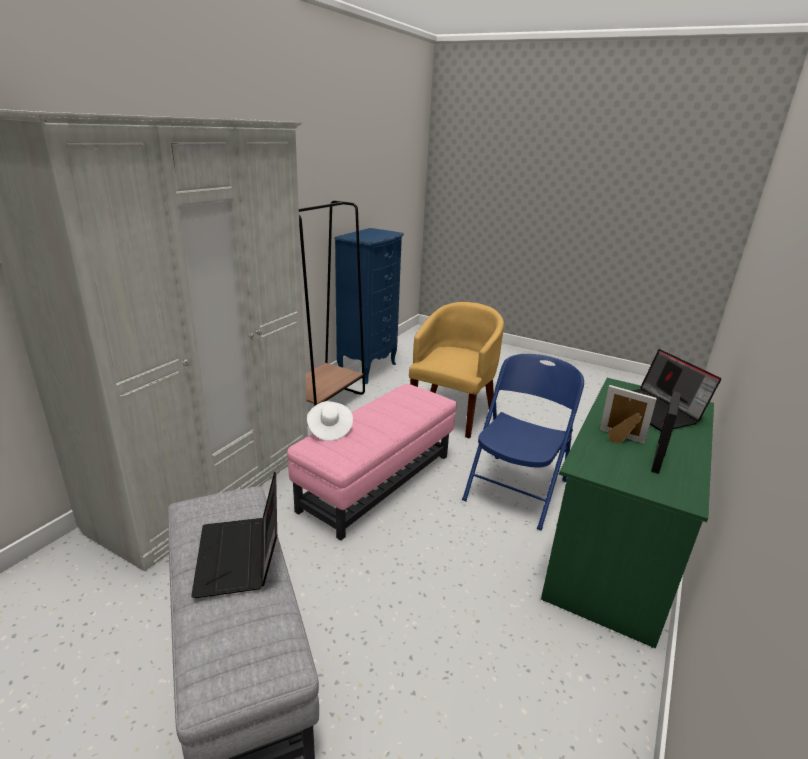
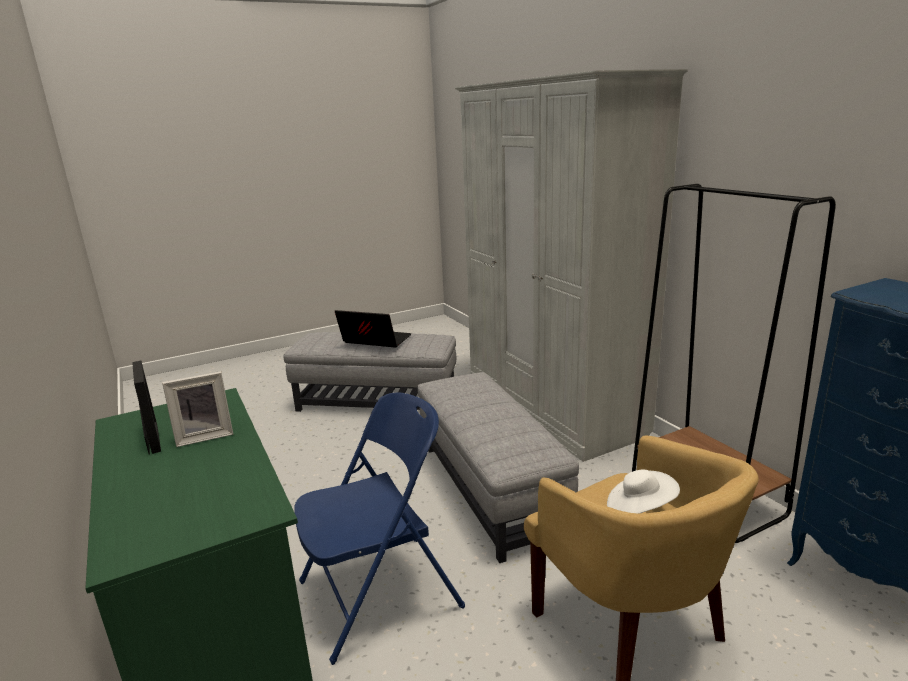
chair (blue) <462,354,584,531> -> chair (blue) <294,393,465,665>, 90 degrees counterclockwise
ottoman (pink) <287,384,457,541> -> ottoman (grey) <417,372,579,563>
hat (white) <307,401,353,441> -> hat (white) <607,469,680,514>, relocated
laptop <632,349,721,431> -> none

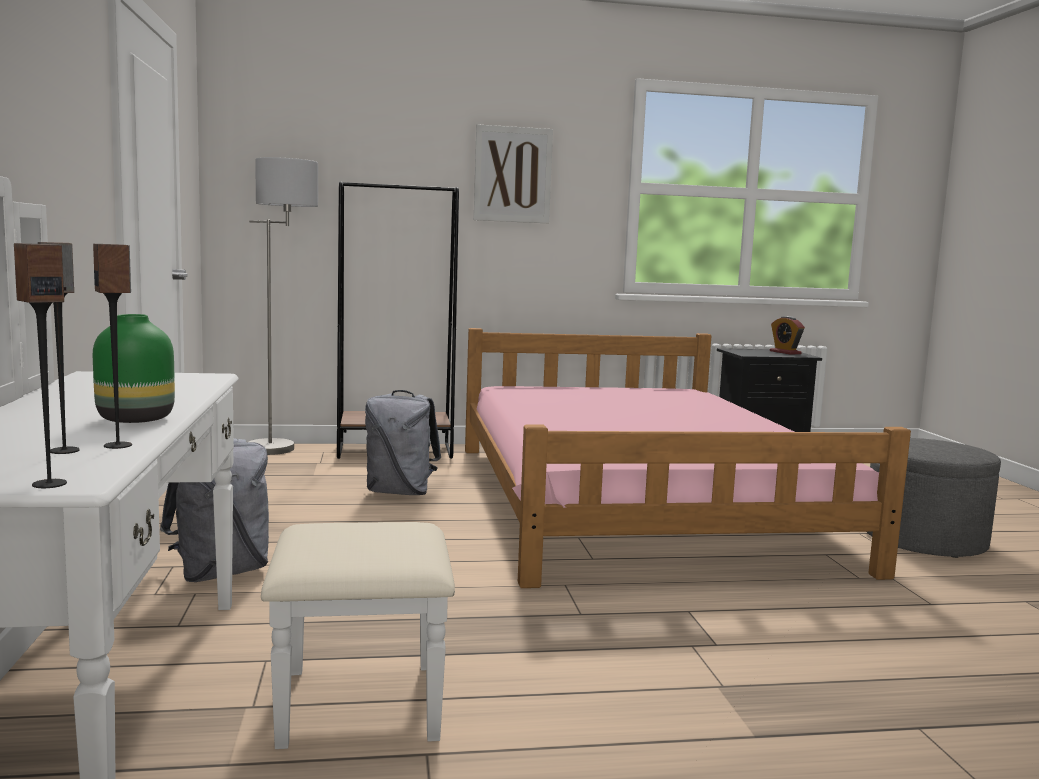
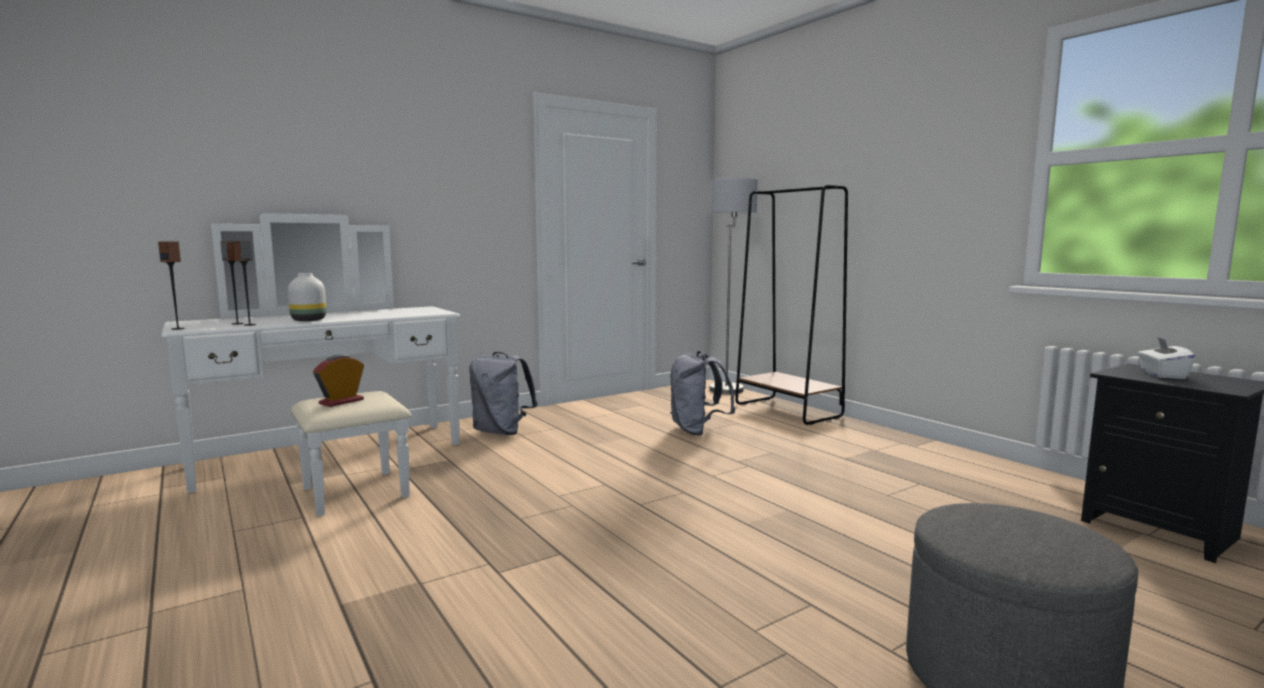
vase (green) <93,314,175,423> -> vase (white) <288,273,326,321>
alarm clock <770,316,805,355> -> alarm clock <313,355,364,407>, relocated
none -> tissue box (white) <1138,336,1195,379>
bed (pink) <465,328,911,588> -> none
picture <474,124,553,223> -> none

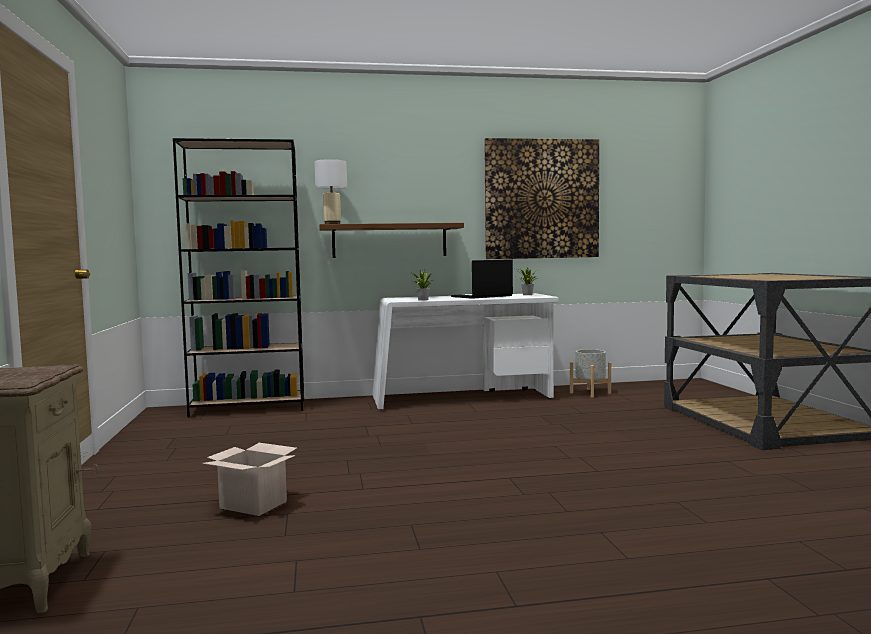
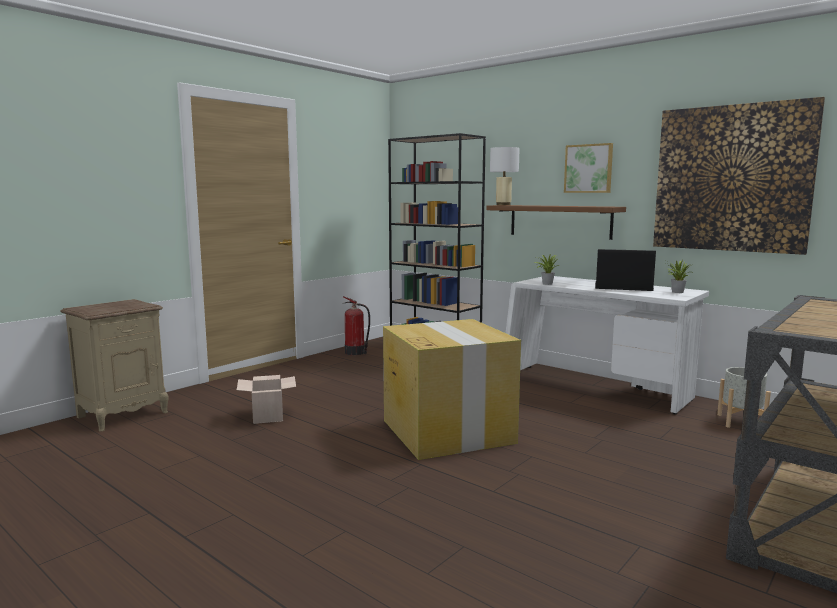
none -> fire extinguisher <342,296,370,355>
none -> cardboard box <383,319,521,460>
none -> picture <564,143,613,193>

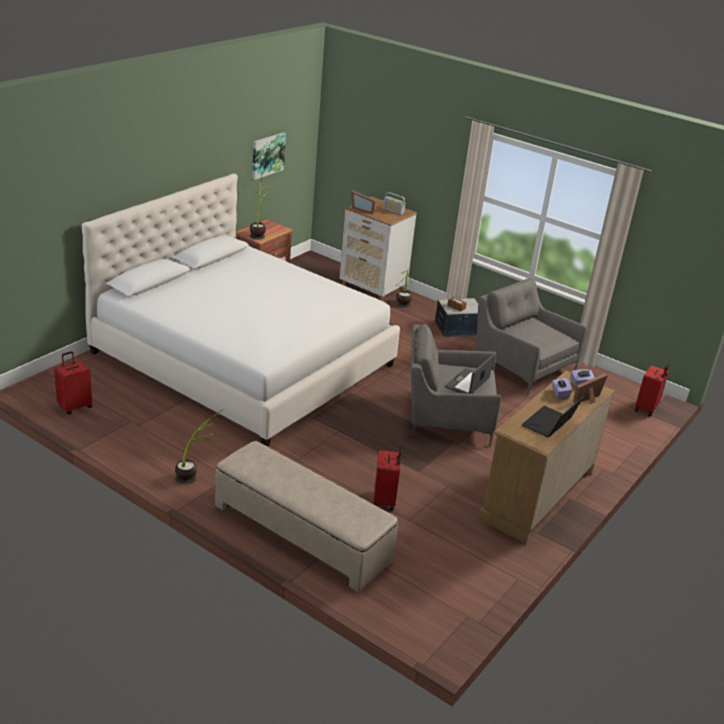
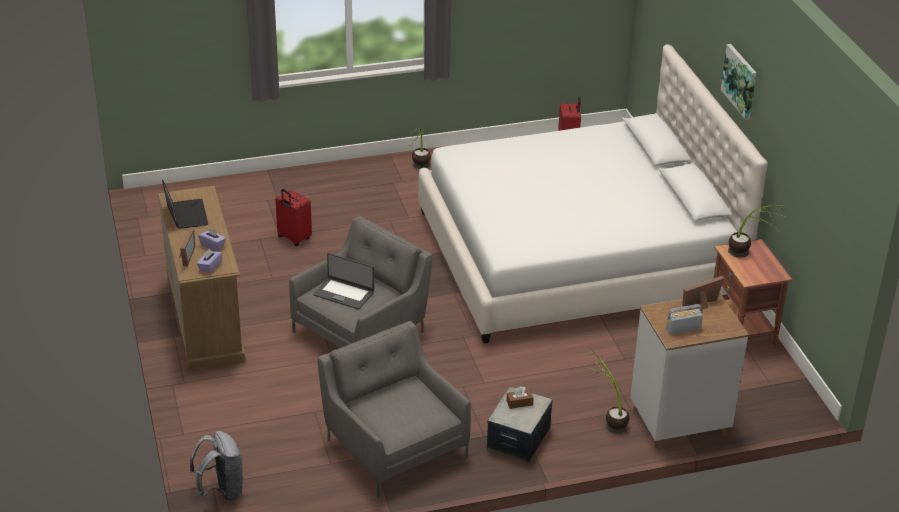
suitcase (red) <635,363,669,417> -> backpack (grey) <190,431,244,501>
laptop <445,355,494,394> -> laptop <313,253,374,310>, 135 degrees clockwise
armchair (grey) <476,278,587,395> -> armchair (grey) <318,321,471,498>, 120 degrees counterclockwise
picture <252,132,286,180> -> picture <721,44,756,120>, relocated
bench (beige) <215,441,398,592> -> none

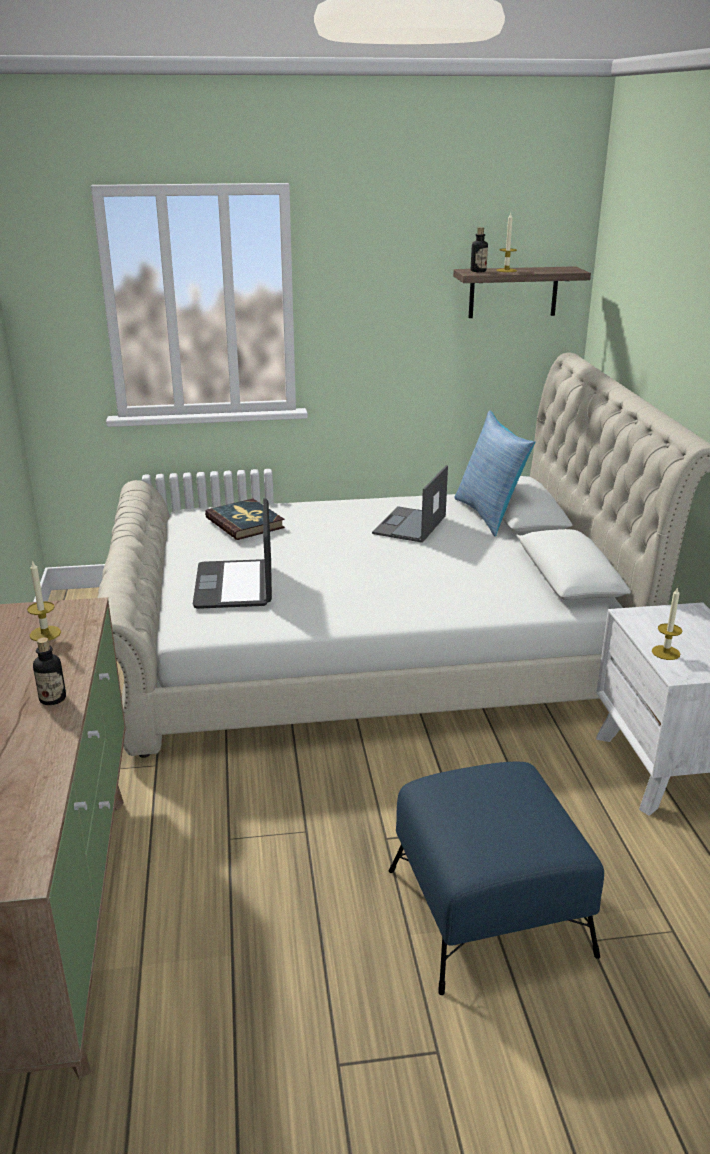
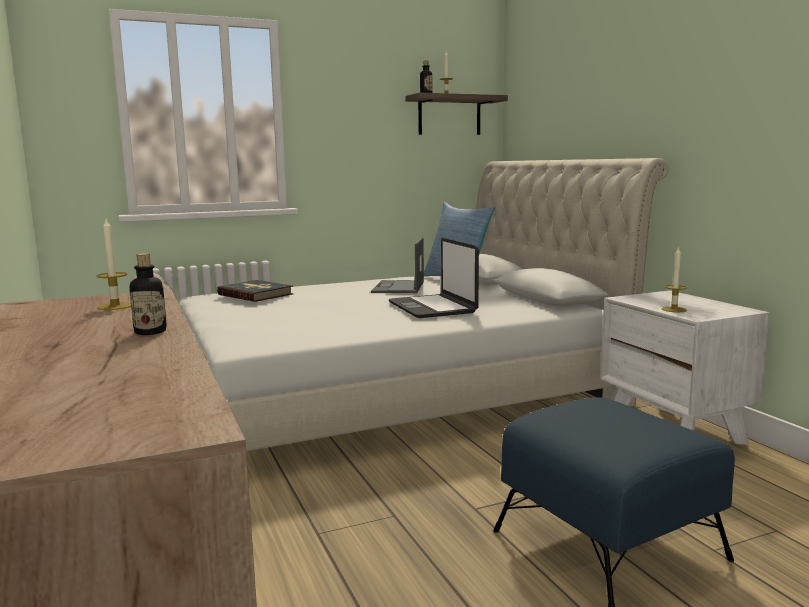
laptop <193,498,272,609> -> laptop <389,238,479,318>, relocated

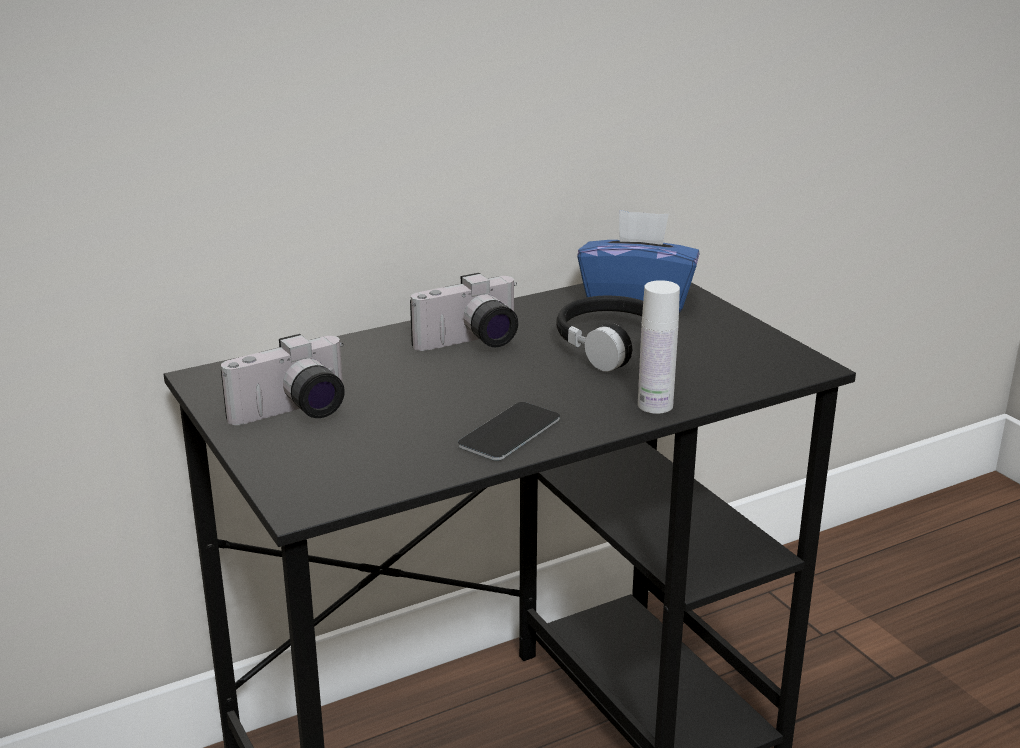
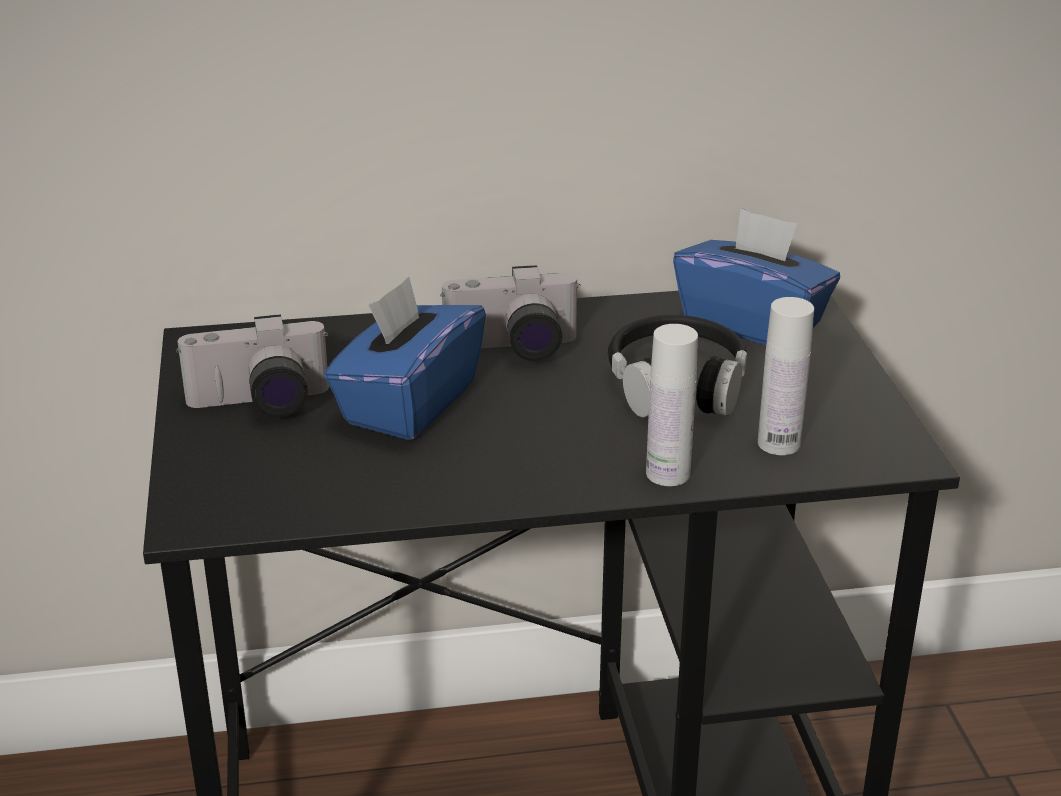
none -> tissue box (blue) <324,276,486,440>
none -> bottle (white) <758,297,814,455>
phone <458,402,560,461> -> none

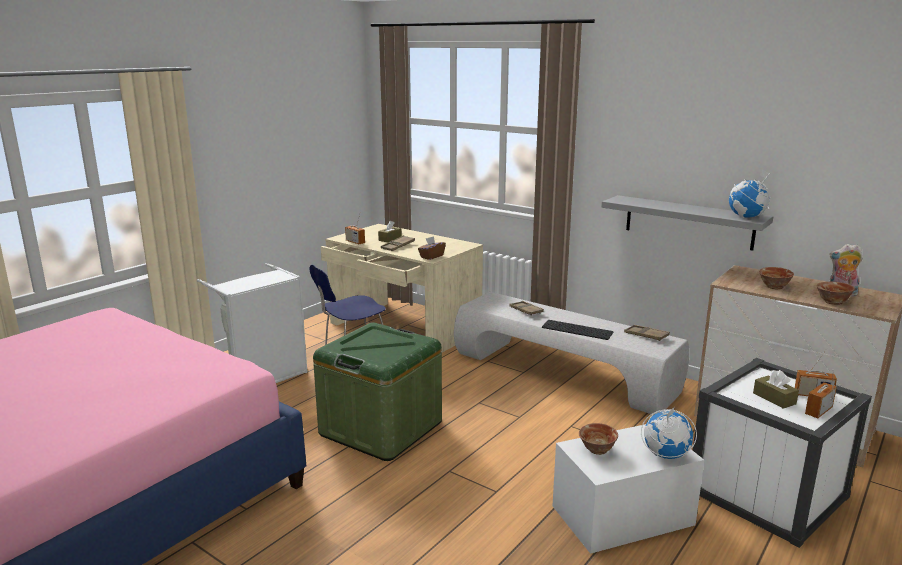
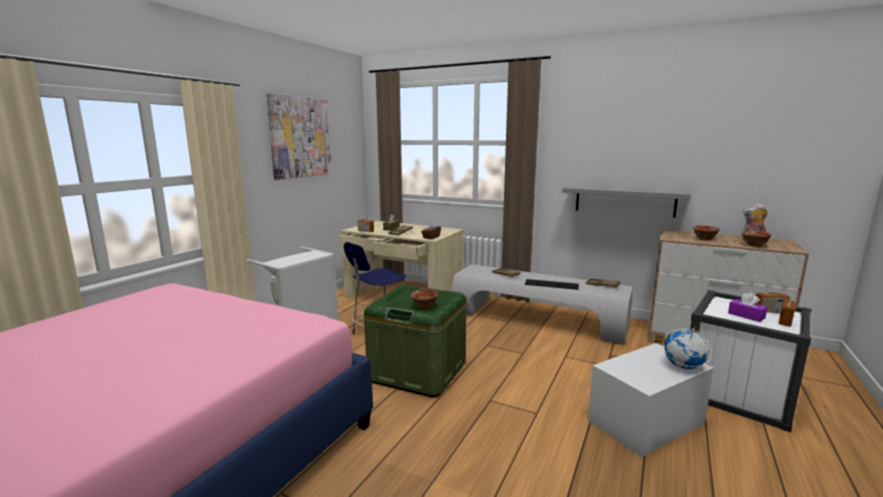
none -> picture <266,93,332,180>
bowl <579,423,618,455> -> bowl <411,289,438,309>, relocated
tissue box (brown) <753,370,799,409> -> tissue box (purple) <728,293,768,322>
globe <729,169,771,218> -> none

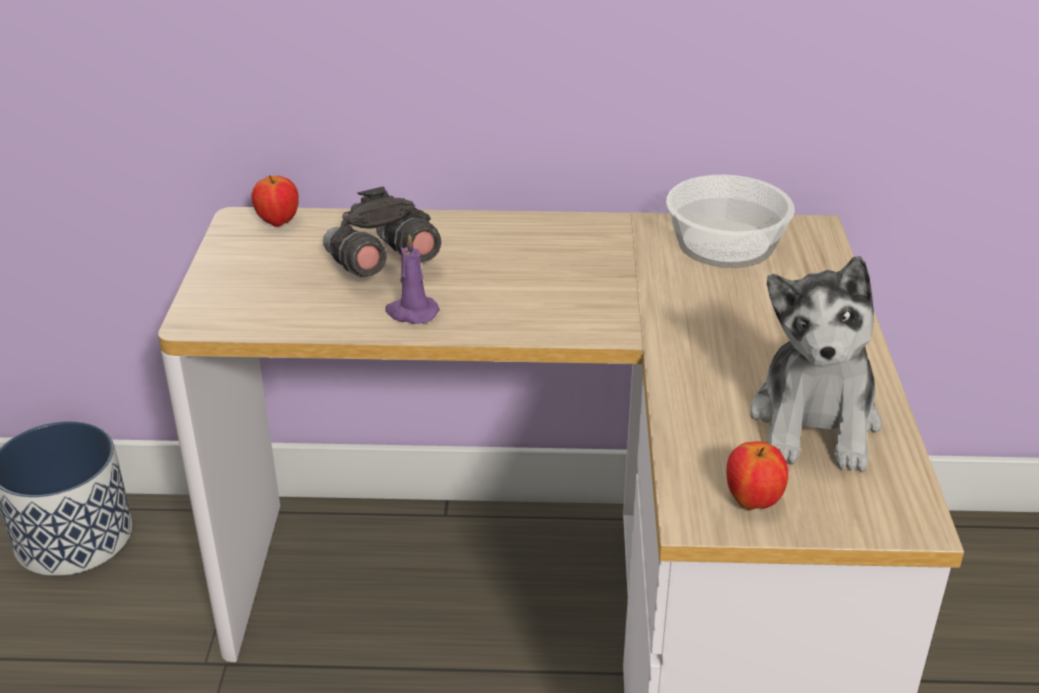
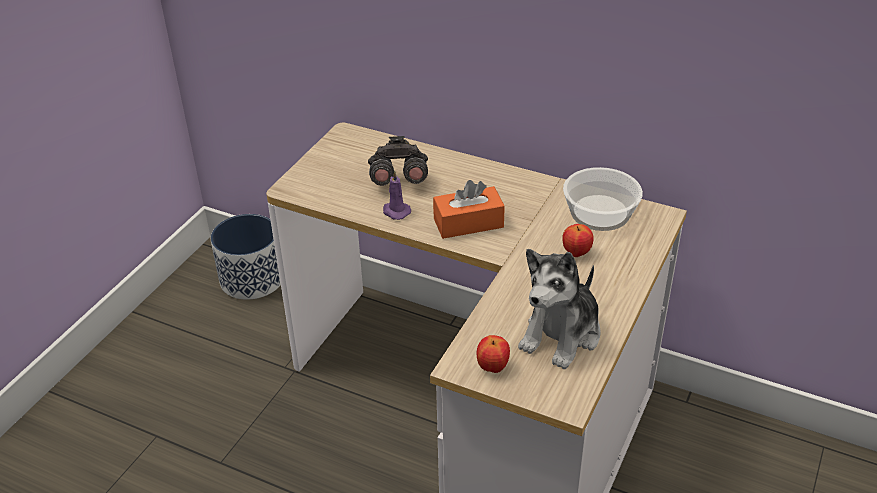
none -> tissue box (orange) <433,180,505,239>
apple <252,175,299,227> -> apple <562,224,594,257>, relocated

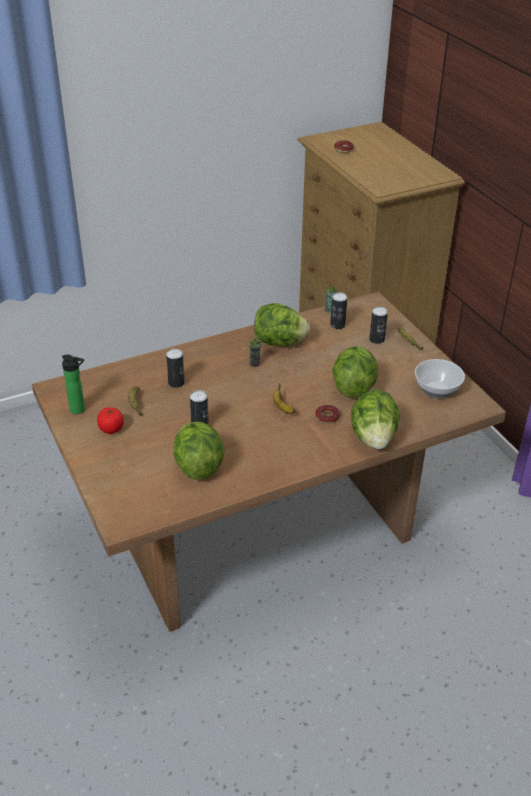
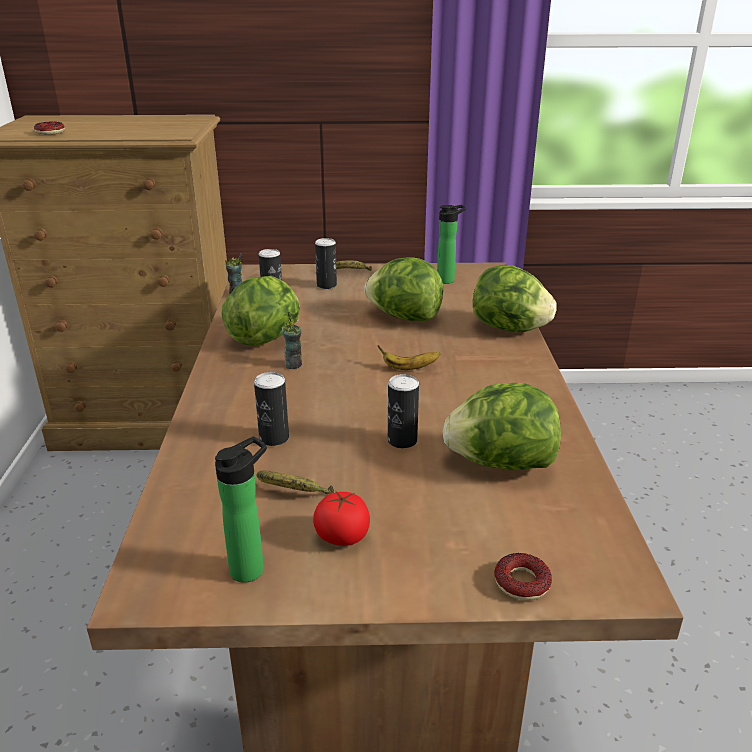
bowl <415,359,465,399> -> bottle <437,205,466,284>
donut <315,405,340,424> -> donut <494,553,552,600>, relocated

